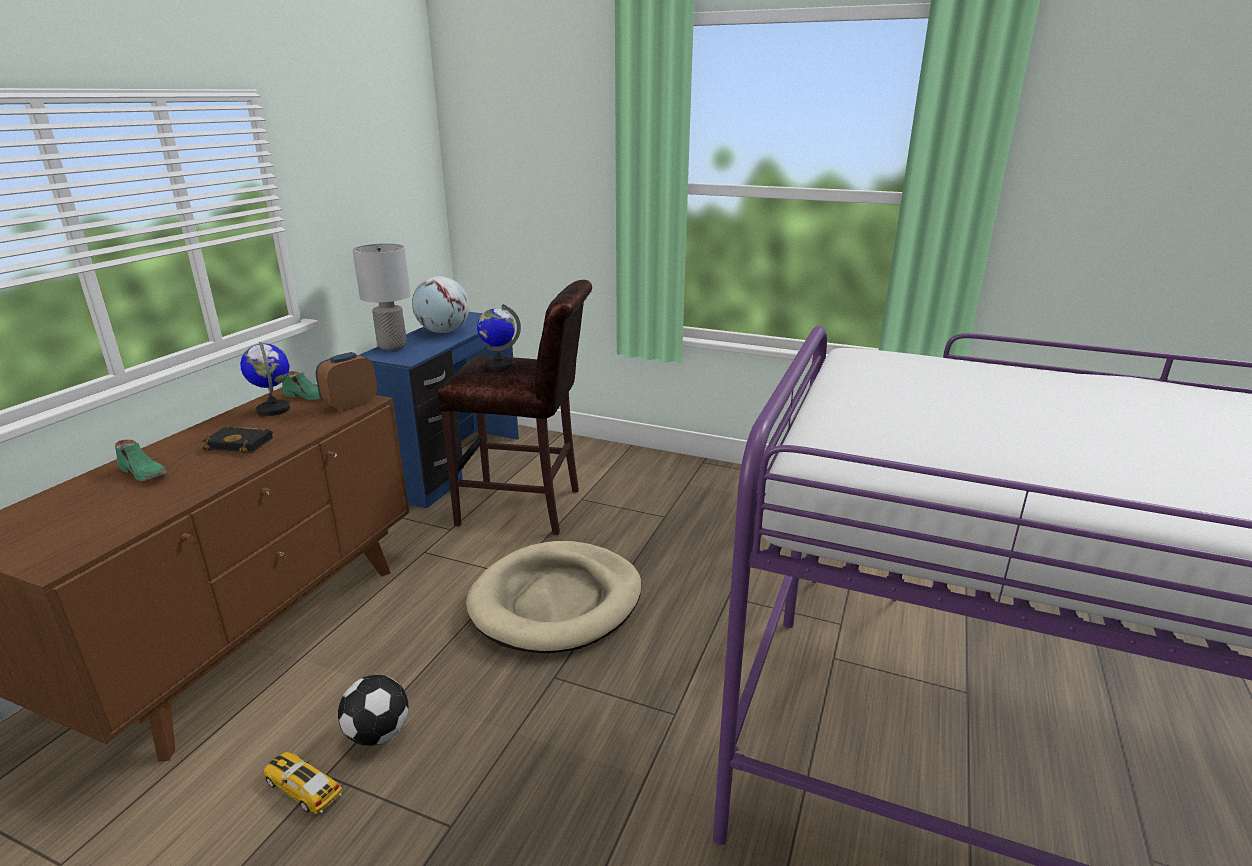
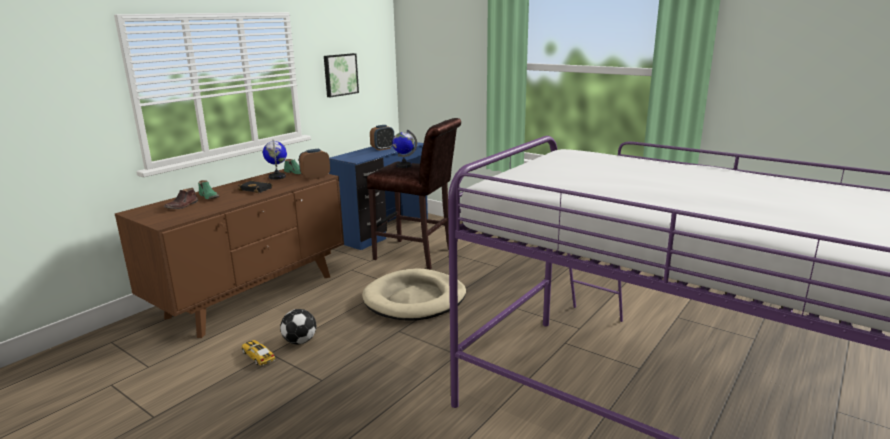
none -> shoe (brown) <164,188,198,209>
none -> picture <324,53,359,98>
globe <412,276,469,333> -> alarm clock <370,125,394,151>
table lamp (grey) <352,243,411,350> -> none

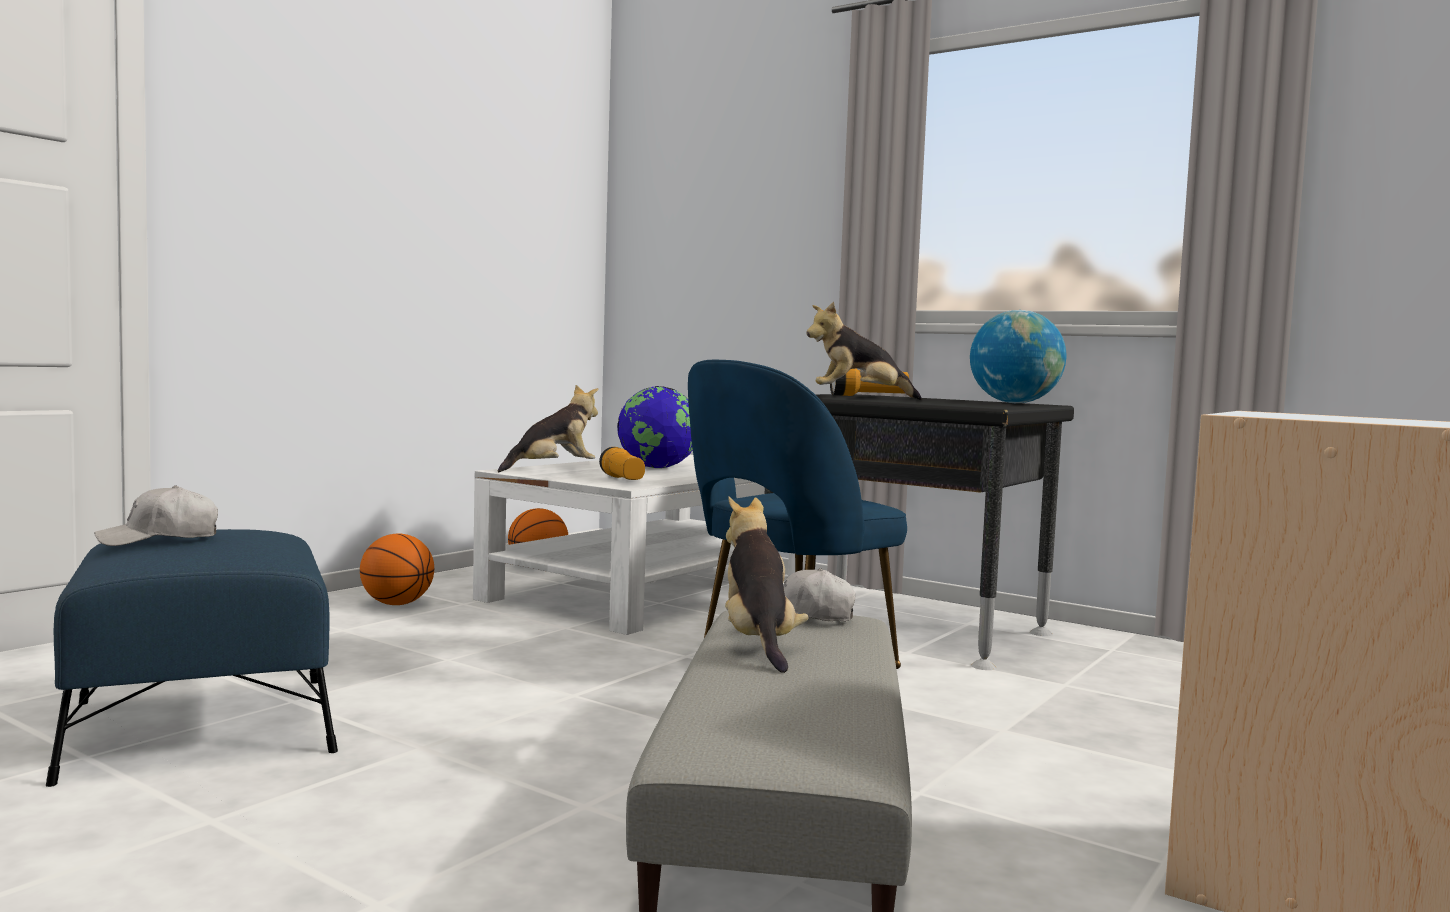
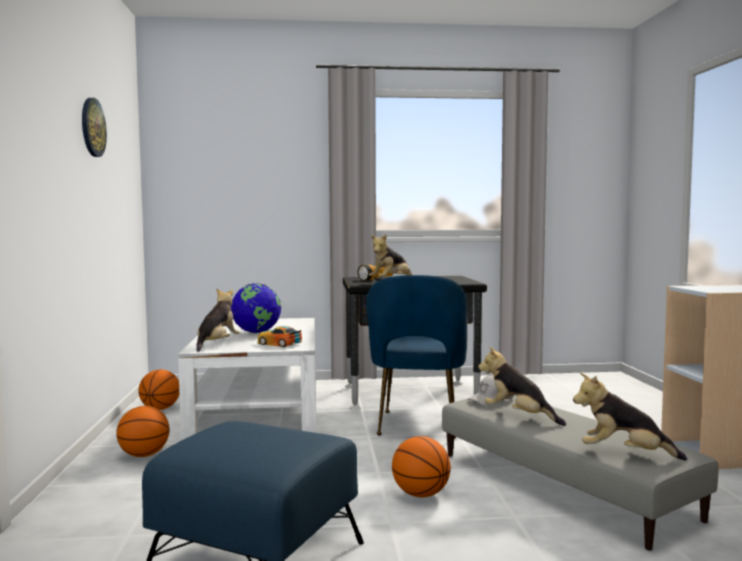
none -> wall clock <82,98,107,157>
flashlight <599,447,645,480> -> toy car <257,326,302,347>
none -> basketball <392,436,451,497>
none -> plush toy <573,373,687,461>
cap (white) <94,485,218,546> -> none
globe <970,310,1066,403> -> none

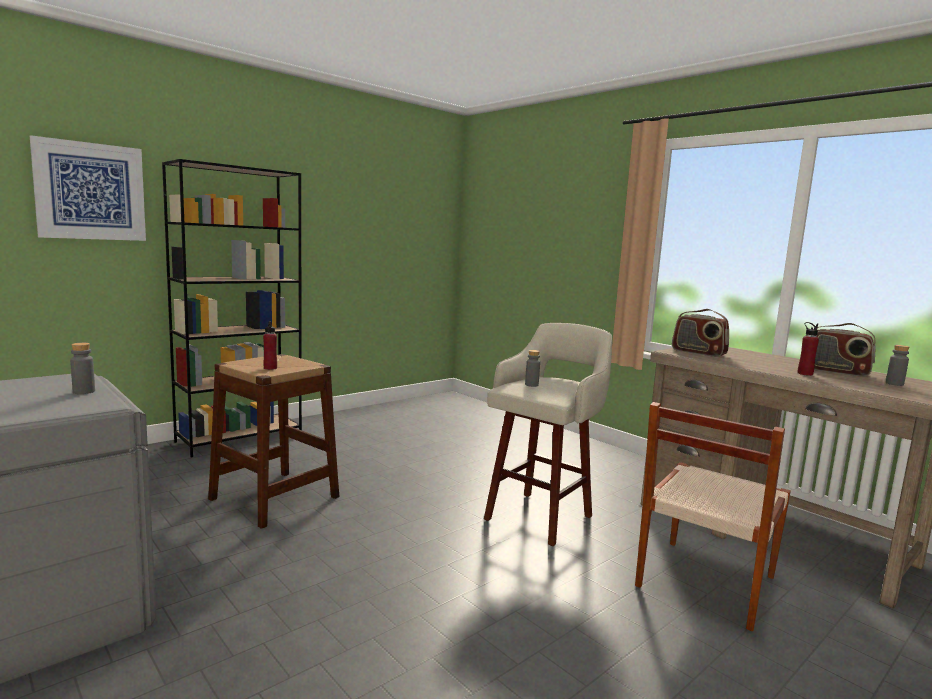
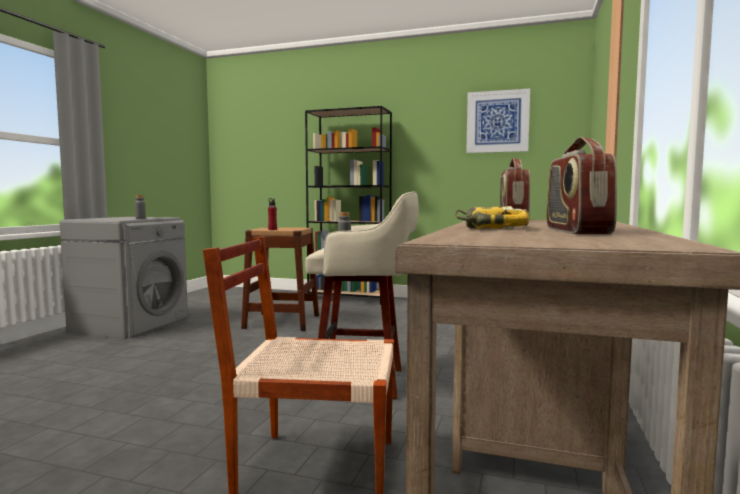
bottle (red) <797,322,819,376> -> power drill <455,206,529,229>
picture <30,135,146,241> -> picture <466,88,530,153>, relocated
bottle (grey) <886,345,909,386> -> none

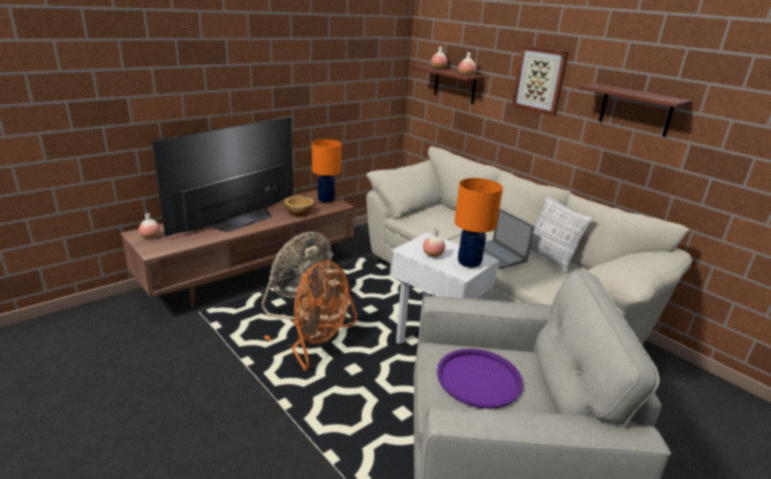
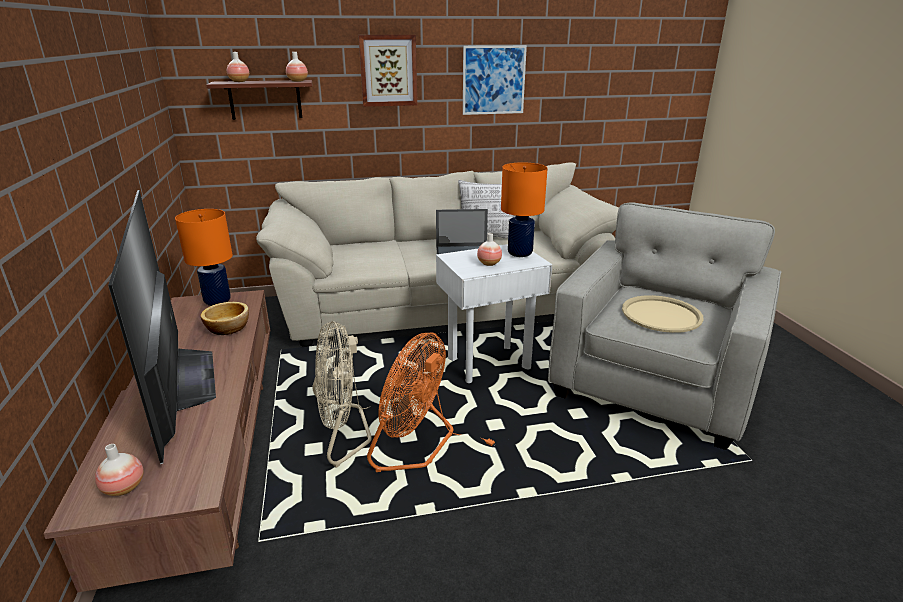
fan (orange) <264,260,357,371> -> fan (orange) <367,332,495,472>, 120 degrees counterclockwise
shelf <578,83,692,136> -> picture <463,45,527,115>
tray (purple) <437,349,523,409> -> tray (beige) <622,295,704,333>

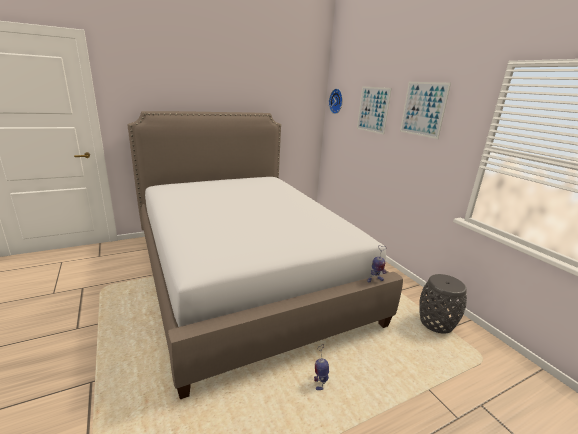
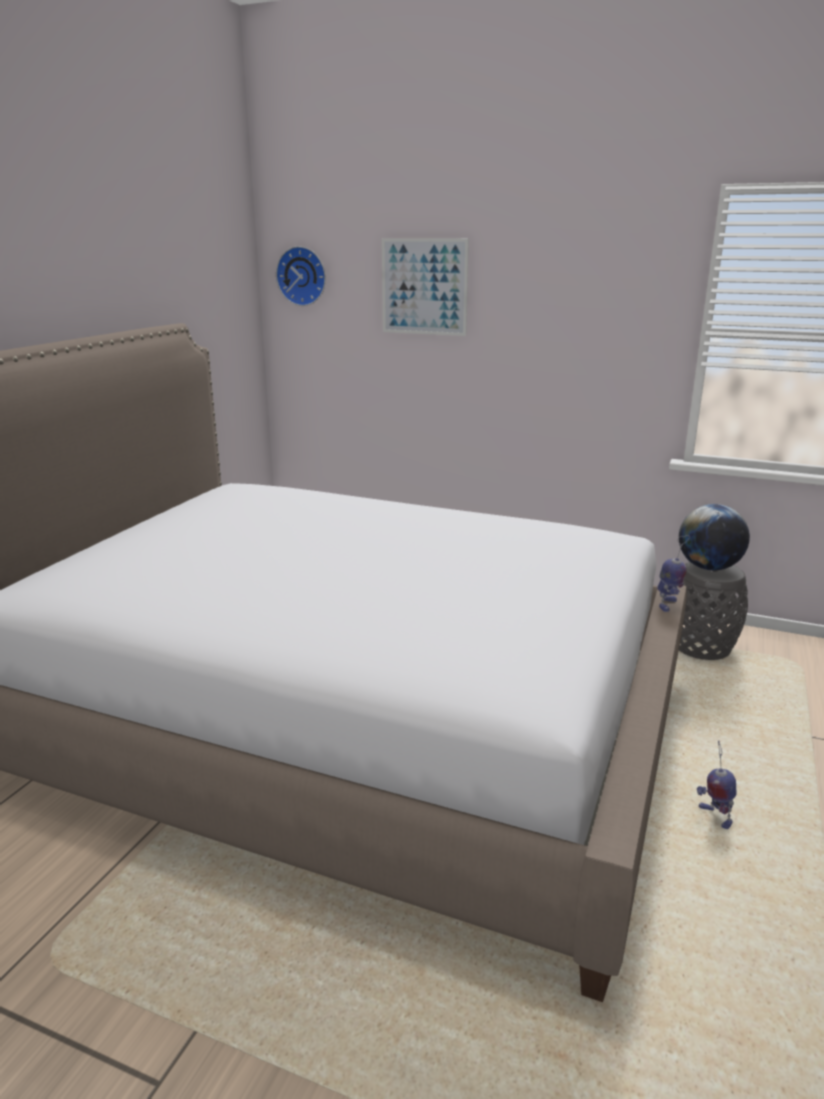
none -> globe <679,504,750,570>
picture <400,82,451,139> -> none

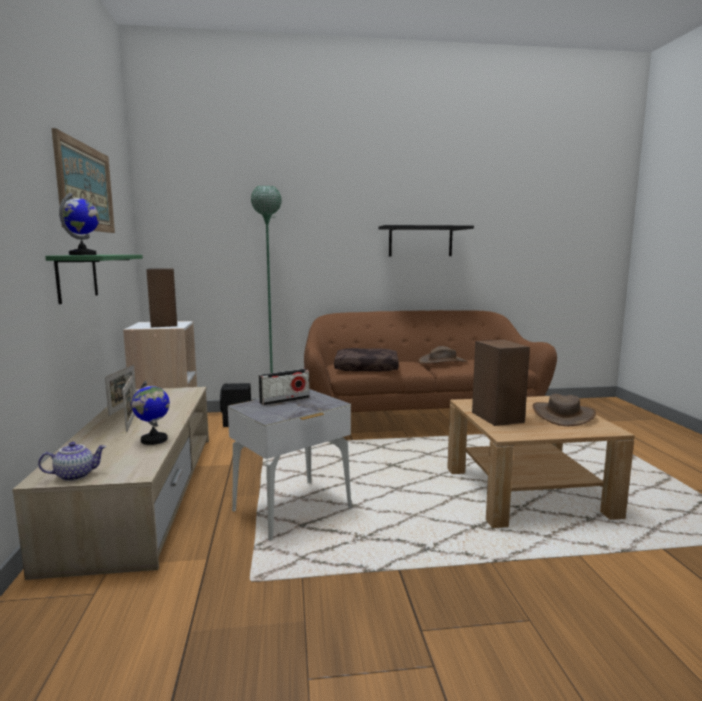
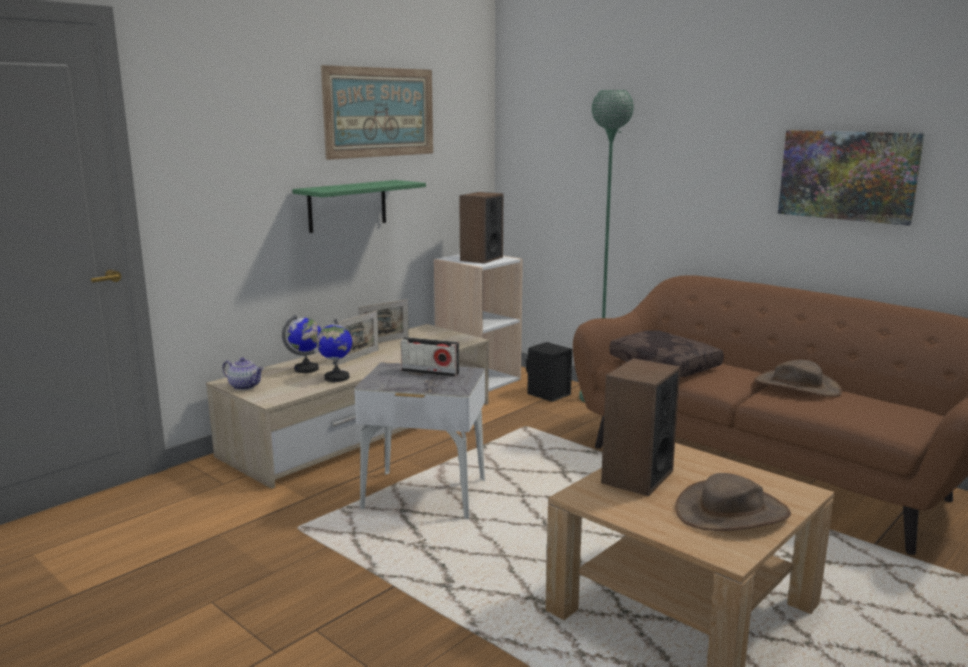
globe <59,193,99,255> -> globe <282,315,321,373>, relocated
shelf (black) <378,225,474,256> -> picture <778,130,924,226>

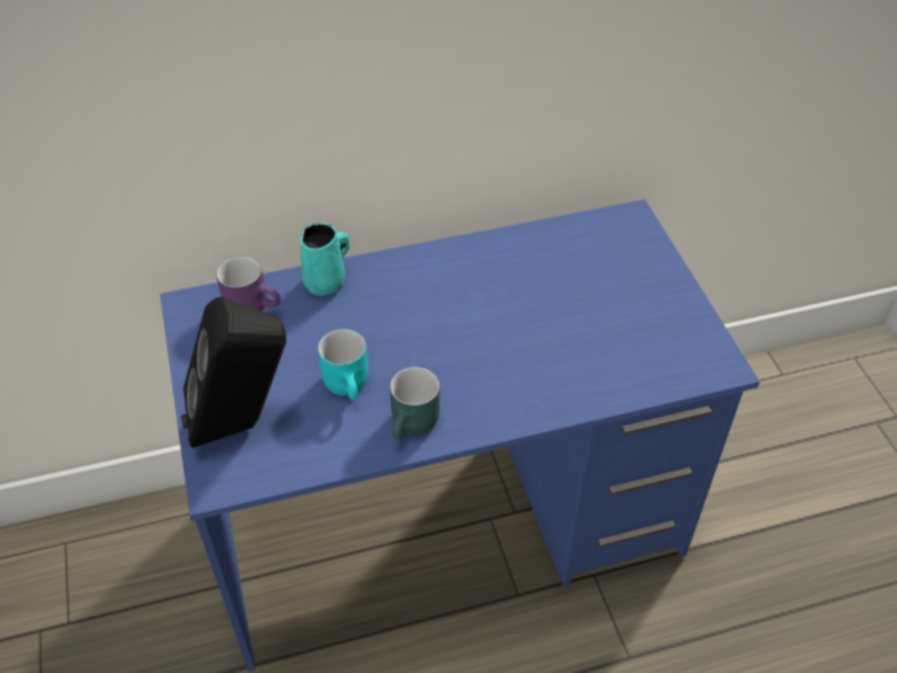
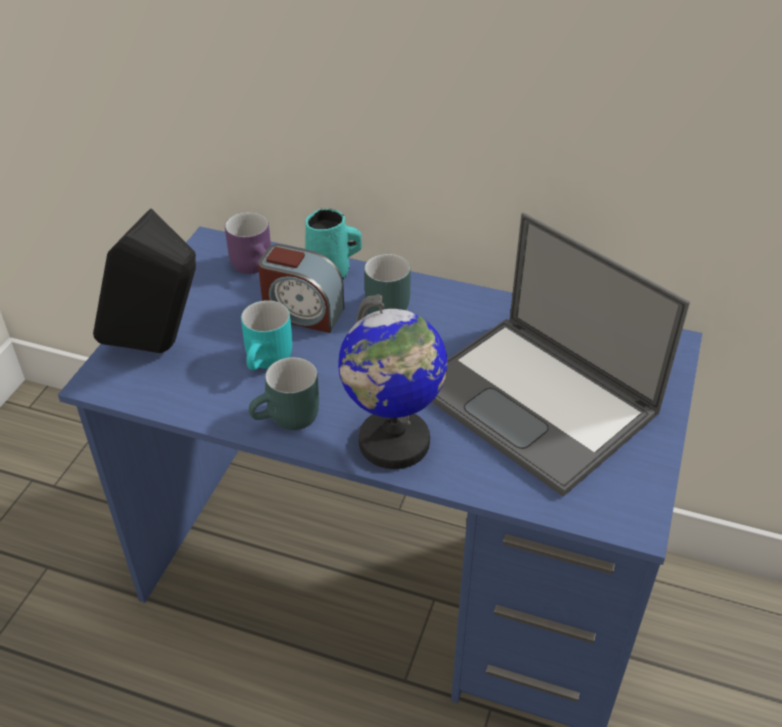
none -> alarm clock <258,244,344,333>
none -> globe <338,294,448,469>
none -> mug (turquoise) <364,254,411,313>
none -> laptop <432,213,690,497>

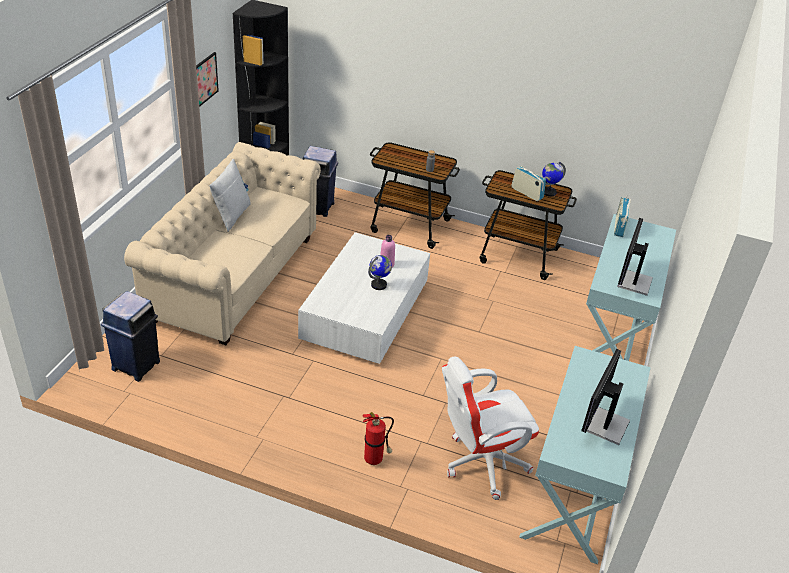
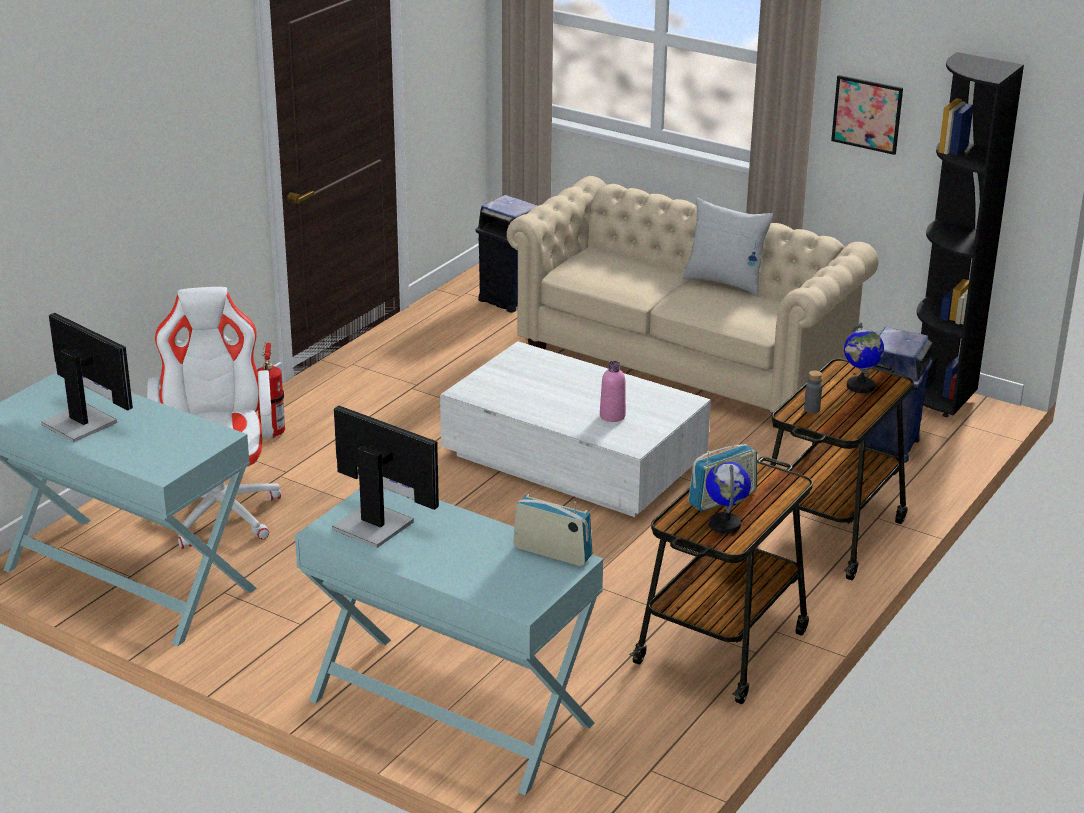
globe <368,255,392,290> -> globe <844,323,884,393>, relocated

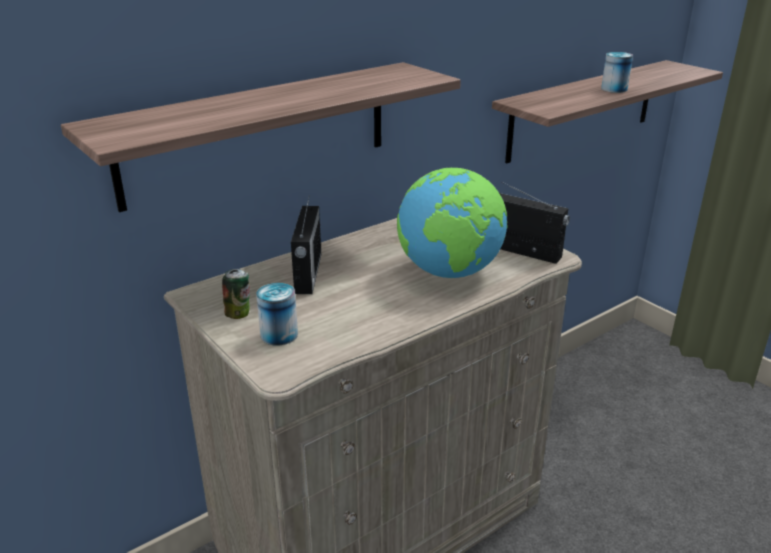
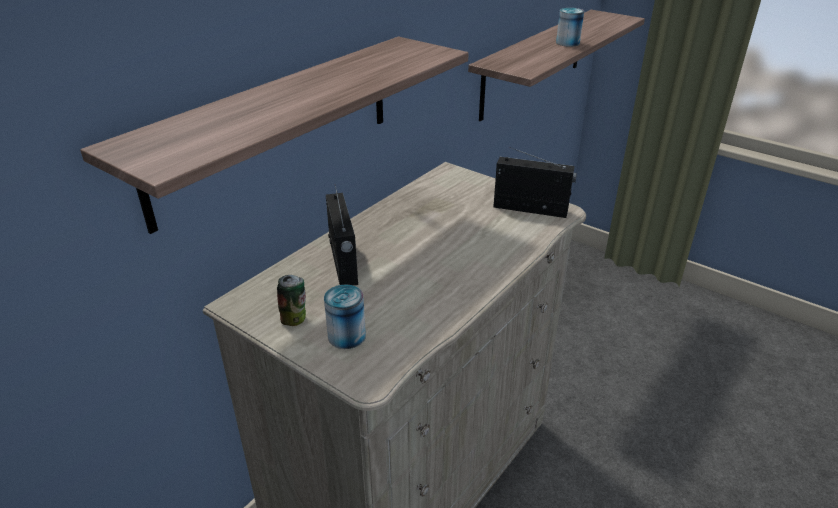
globe <397,168,508,278> -> none

